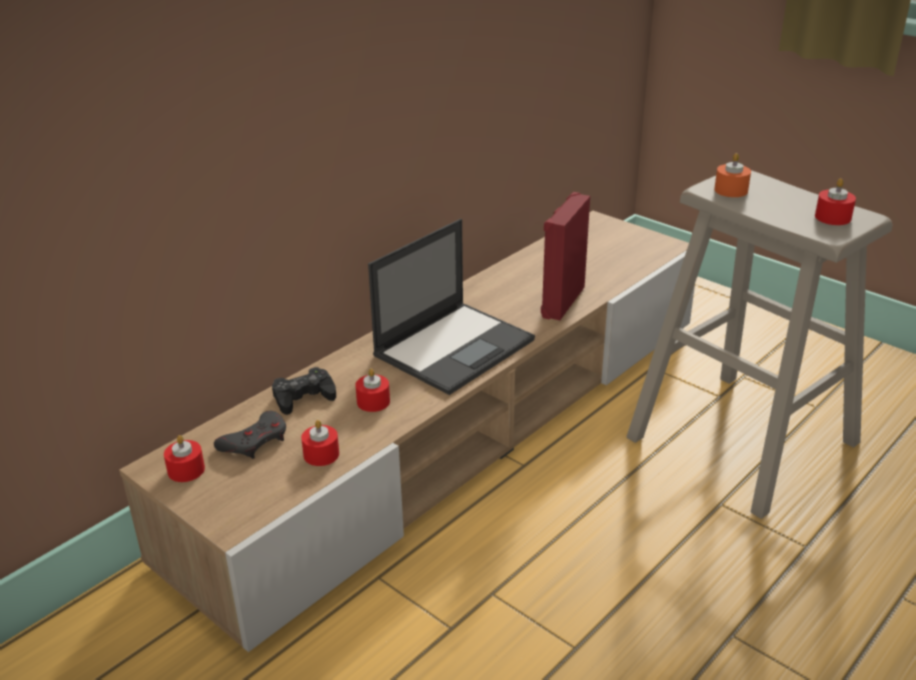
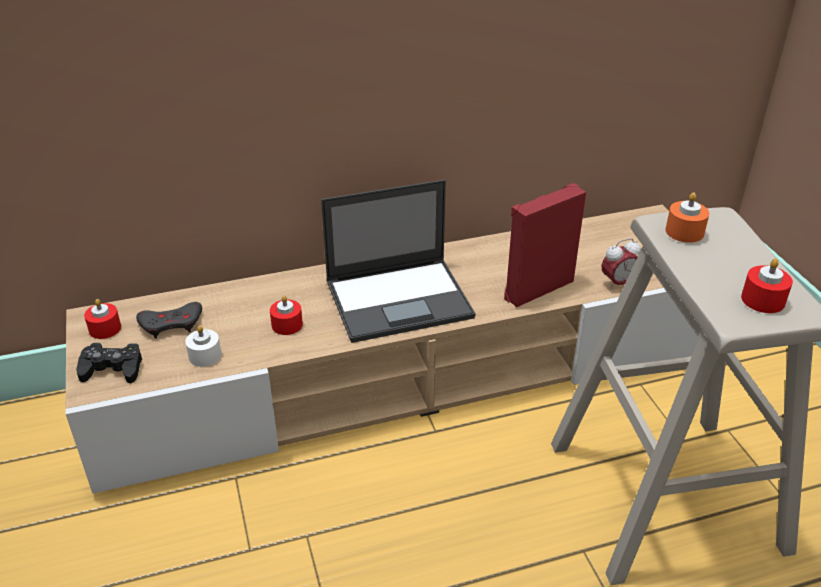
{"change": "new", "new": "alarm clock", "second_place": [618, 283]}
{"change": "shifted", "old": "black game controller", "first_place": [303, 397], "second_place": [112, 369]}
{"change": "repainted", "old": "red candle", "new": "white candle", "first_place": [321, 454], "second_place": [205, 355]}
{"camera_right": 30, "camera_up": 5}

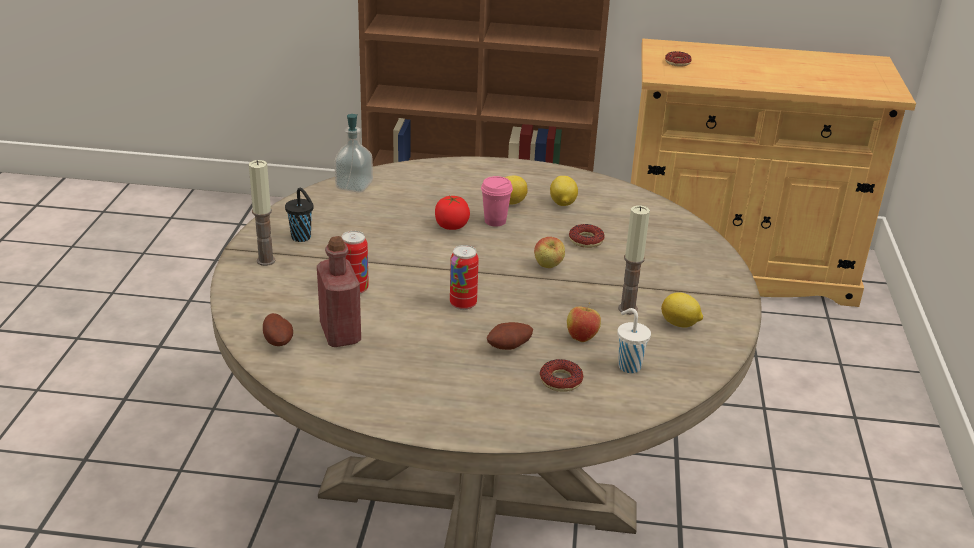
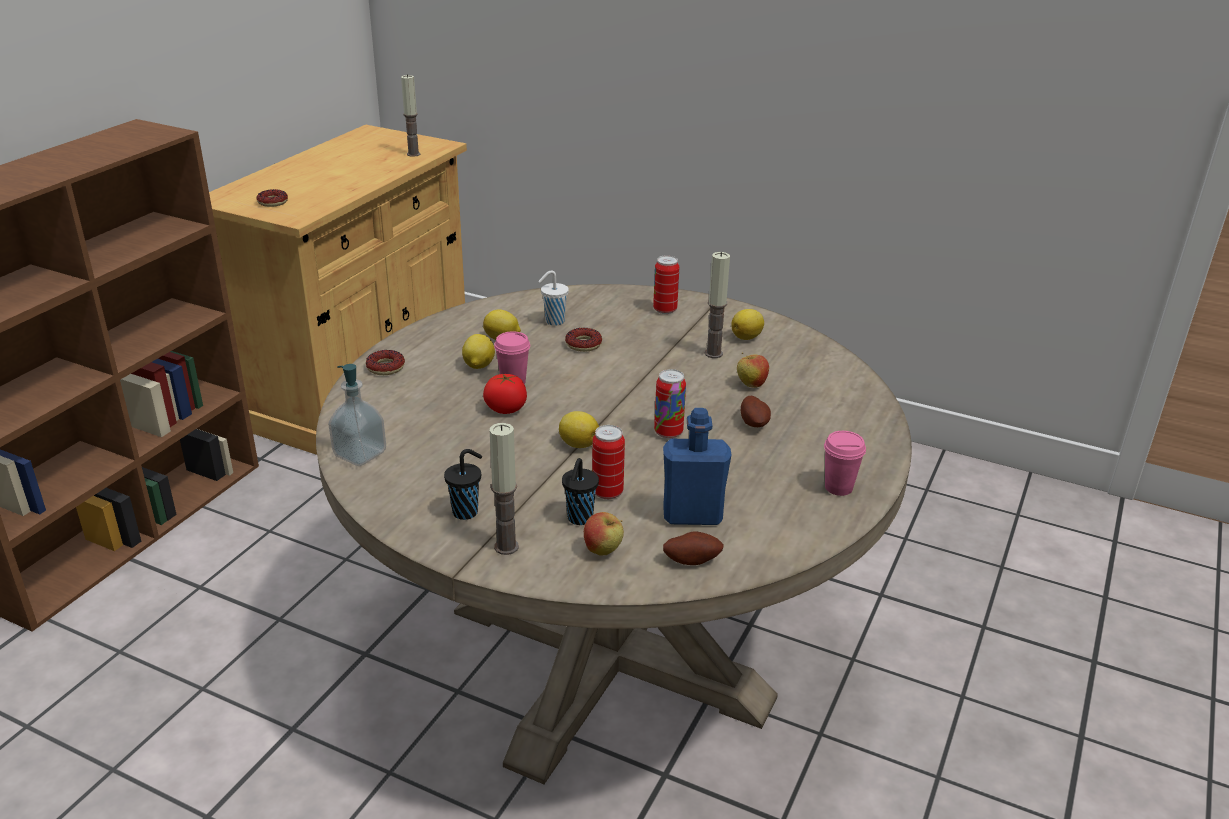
{"change": "new", "new": "candle", "second_place": [413, 154]}
{"change": "new", "new": "lemon", "second_place": [577, 444]}
{"change": "new", "new": "black cup", "second_place": [579, 519]}
{"change": "new", "new": "can", "second_place": [665, 310]}
{"change": "new", "new": "pink cup", "second_place": [838, 487]}
{"change": "shifted", "old": "apple", "first_place": [548, 267], "second_place": [603, 551]}
{"change": "shifted", "old": "donut", "first_place": [560, 380], "second_place": [385, 367]}
{"change": "shifted", "old": "white cup", "first_place": [628, 366], "second_place": [553, 321]}
{"change": "repainted", "old": "red bottle", "new": "blue bottle", "first_place": [340, 333], "second_place": [692, 516]}
{"camera_right": -70, "camera_up": 0}

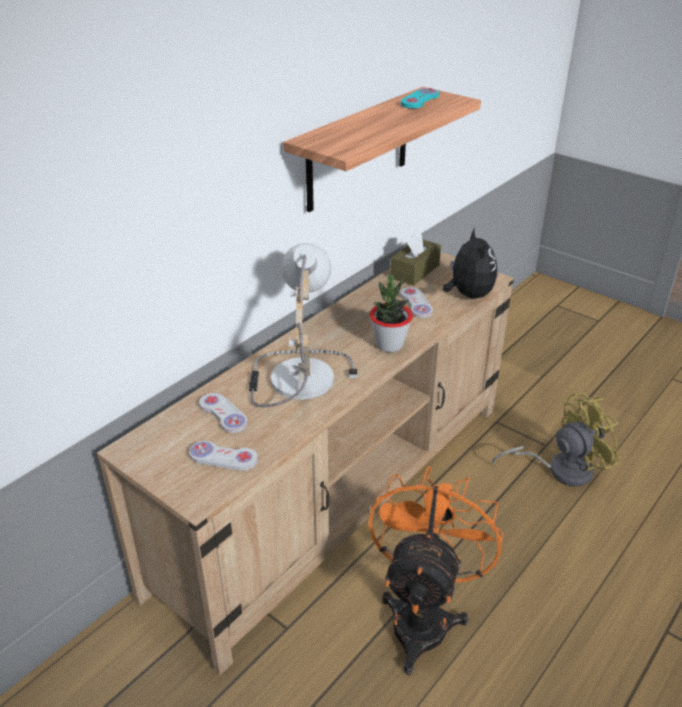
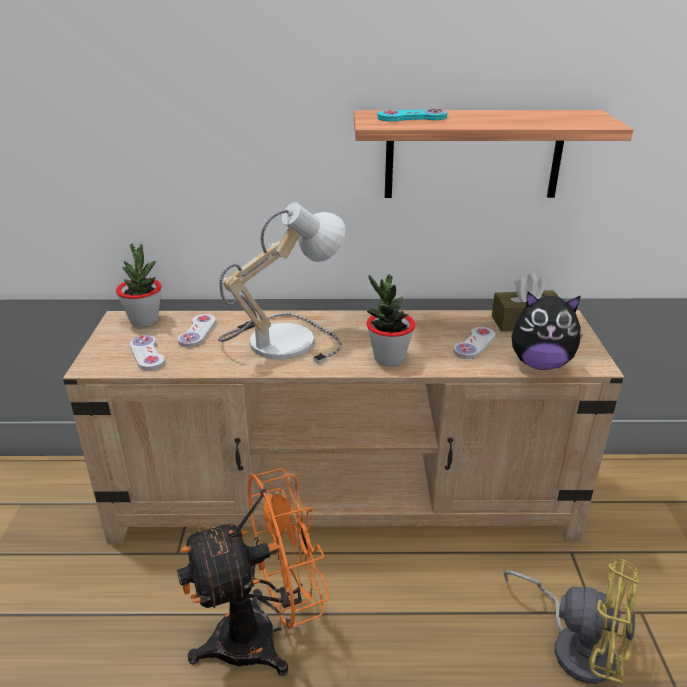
{"change": "new", "new": "potted plant", "second_place": [144, 321]}
{"change": "shifted", "old": "turquoise game controller", "first_place": [419, 100], "second_place": [412, 118]}
{"change": "rotated", "old": "plush toy", "first_place": [468, 295], "second_place": [540, 364], "degrees": 60}
{"camera_right": 50, "camera_up": -5}

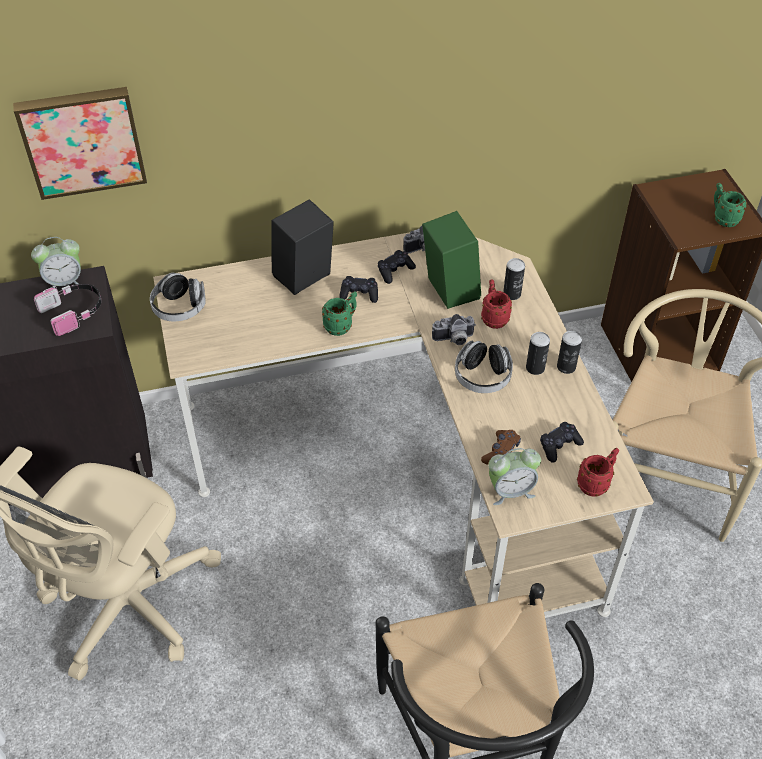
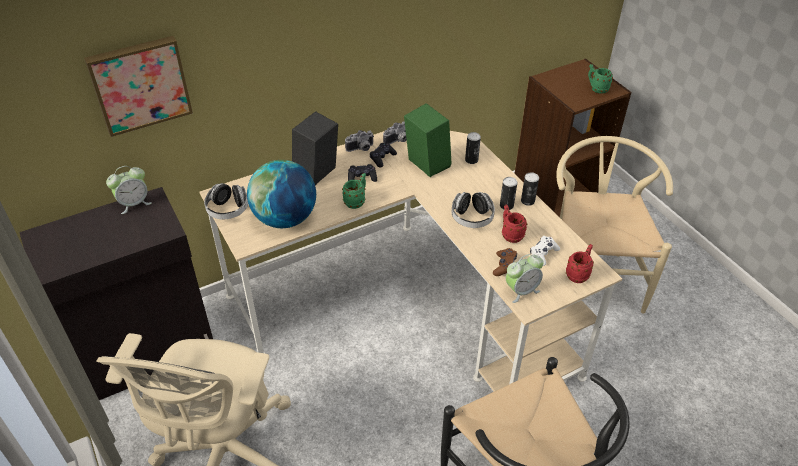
{"change": "gone", "old": "headphones", "first_place": [74, 312]}
{"change": "new", "new": "globe", "second_place": [285, 219]}
{"change": "shifted", "old": "photo camera", "first_place": [454, 340], "second_place": [361, 149]}
{"change": "shifted", "old": "red mug", "first_place": [493, 317], "second_place": [510, 234]}
{"change": "repainted", "old": "black game controller", "new": "white game controller", "first_place": [559, 445], "second_place": [543, 254]}
{"camera_right": -15, "camera_up": -5}

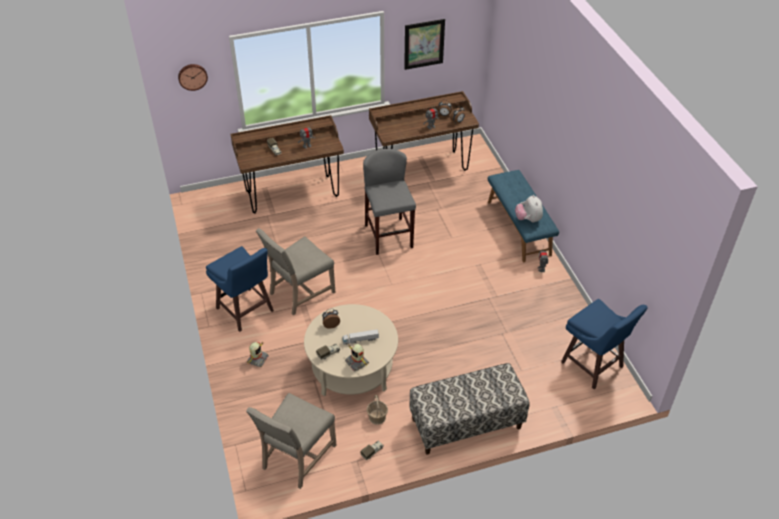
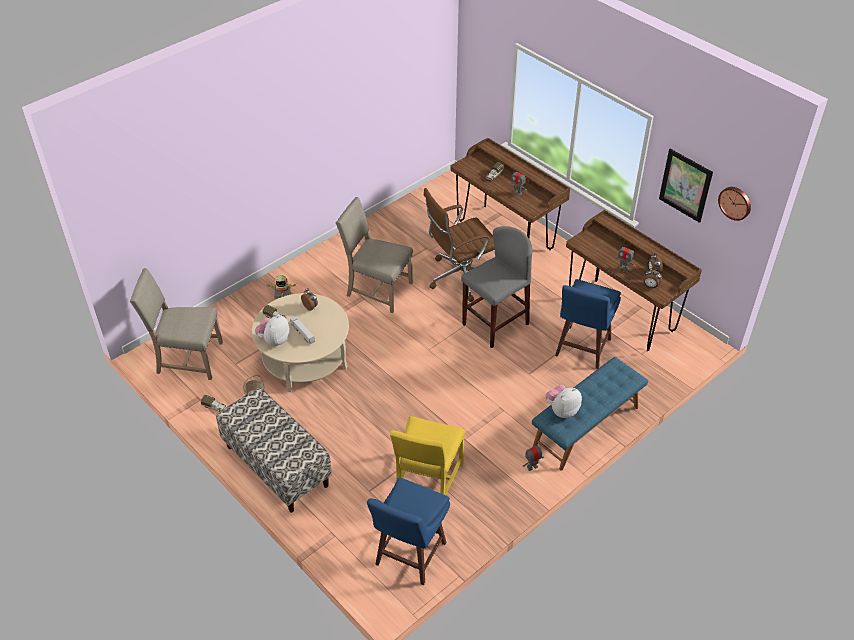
{"change": "new", "new": "yellow chair", "second_place": [427, 483]}
{"change": "new", "new": "brown office chair", "second_place": [460, 277]}
{"change": "shifted", "old": "wall clock", "first_place": [192, 76], "second_place": [735, 202]}
{"change": "shifted", "old": "blue stool", "first_place": [245, 311], "second_place": [582, 348]}
{"change": "swapped", "old": "toy robot", "new": "plush toy", "first_place": [357, 362], "second_place": [274, 340]}
{"camera_right": 65, "camera_up": 0}

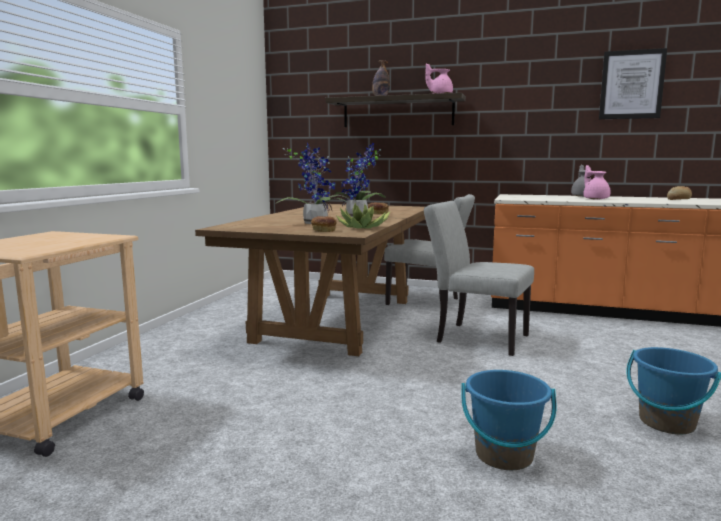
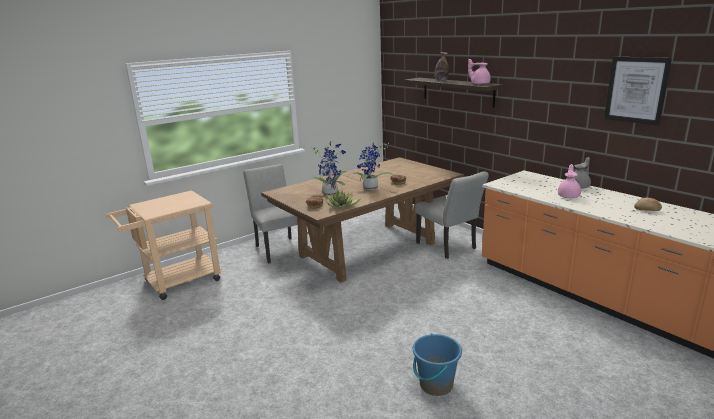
{"change": "gone", "old": "blue bucket", "first_place": [504, 456]}
{"change": "shifted", "old": "grey chair", "first_place": [475, 337], "second_place": [279, 248]}
{"camera_right": 35, "camera_up": 10}

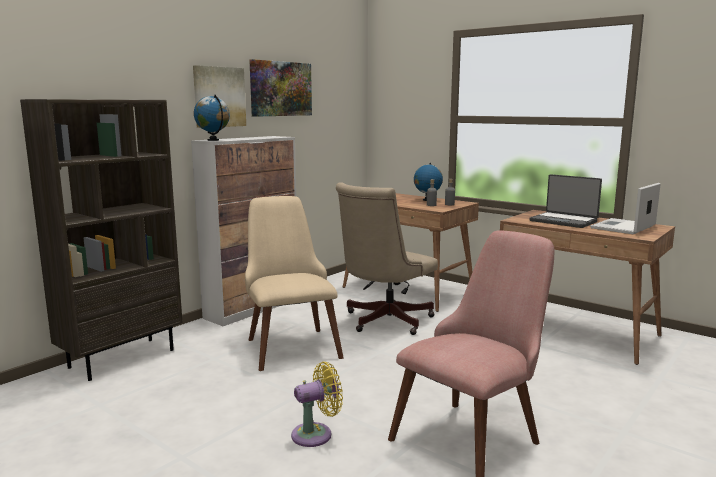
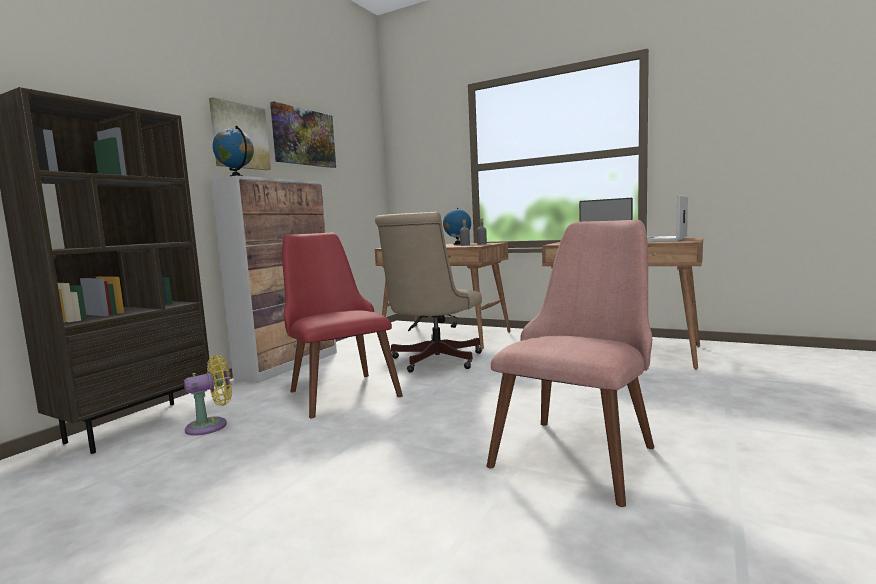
{"change": "shifted", "old": "yellow fan", "first_place": [316, 434], "second_place": [211, 426]}
{"change": "repainted", "old": "beige chair", "new": "red chair", "first_place": [289, 343], "second_place": [338, 390]}
{"camera_right": -10, "camera_up": -5}

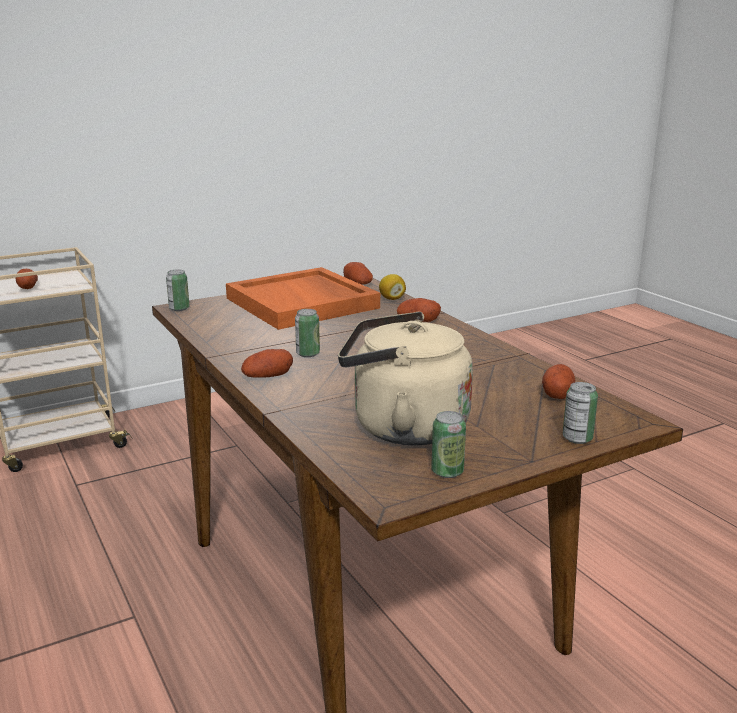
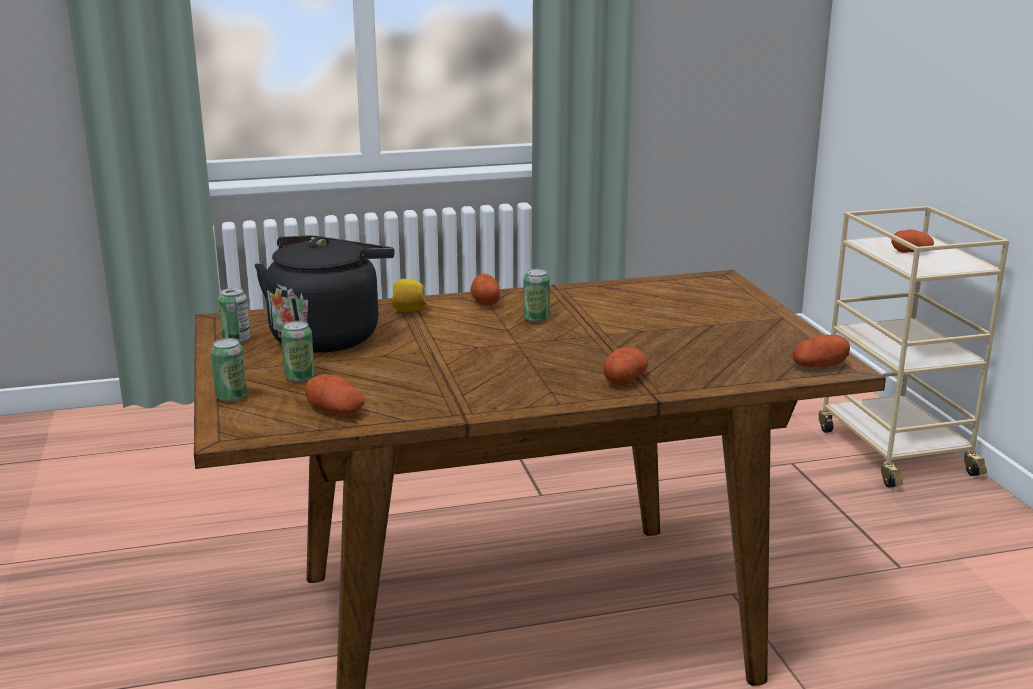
{"change": "gone", "old": "orange tray", "first_place": [303, 303]}
{"change": "shifted", "old": "can", "first_place": [179, 308], "second_place": [299, 377]}
{"change": "shifted", "old": "lemon", "first_place": [391, 298], "second_place": [408, 310]}
{"change": "repainted", "old": "beige kettle", "new": "black kettle", "first_place": [402, 427], "second_place": [328, 336]}
{"camera_right": 105, "camera_up": 0}

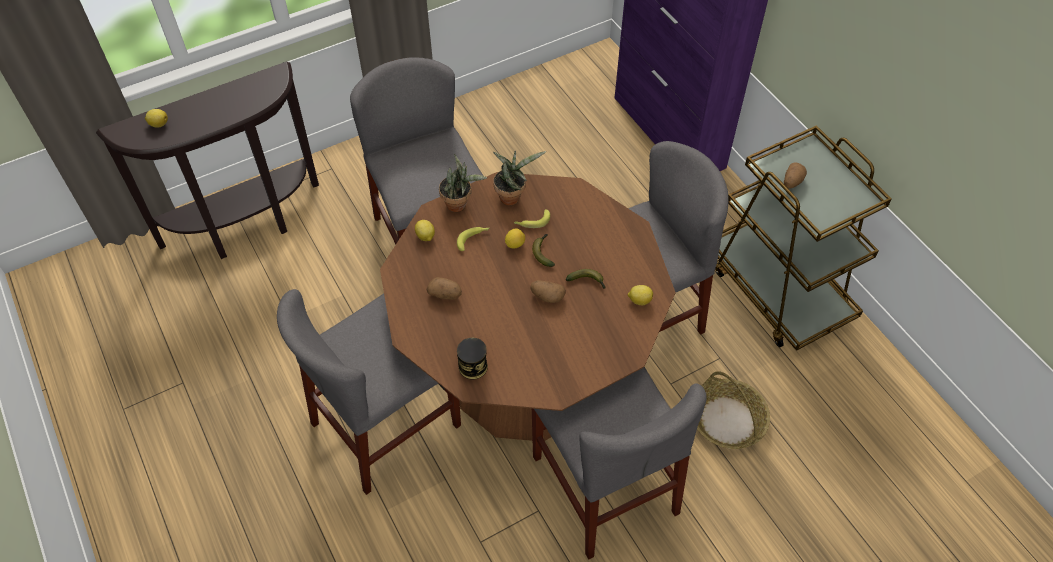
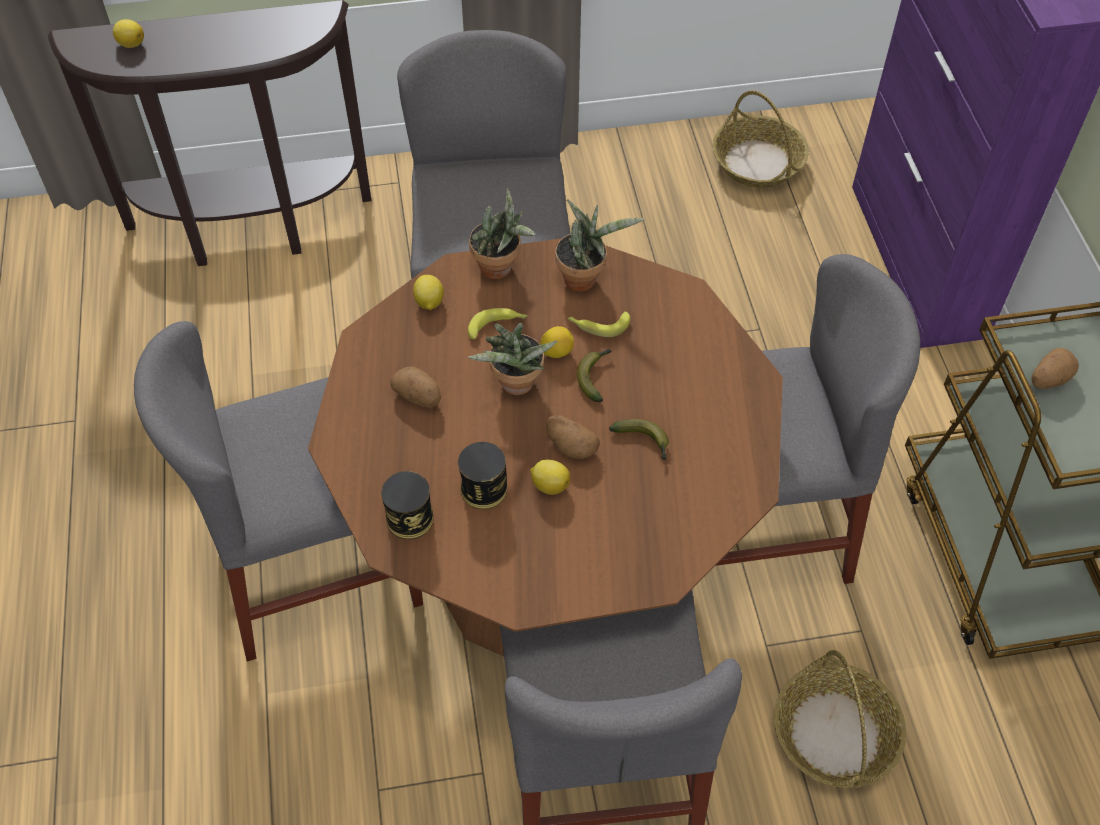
{"change": "new", "new": "can", "second_place": [484, 489]}
{"change": "new", "new": "potted plant", "second_place": [515, 387]}
{"change": "new", "new": "basket", "second_place": [758, 163]}
{"change": "shifted", "old": "lemon", "first_place": [639, 300], "second_place": [549, 485]}
{"camera_right": 20, "camera_up": 0}

